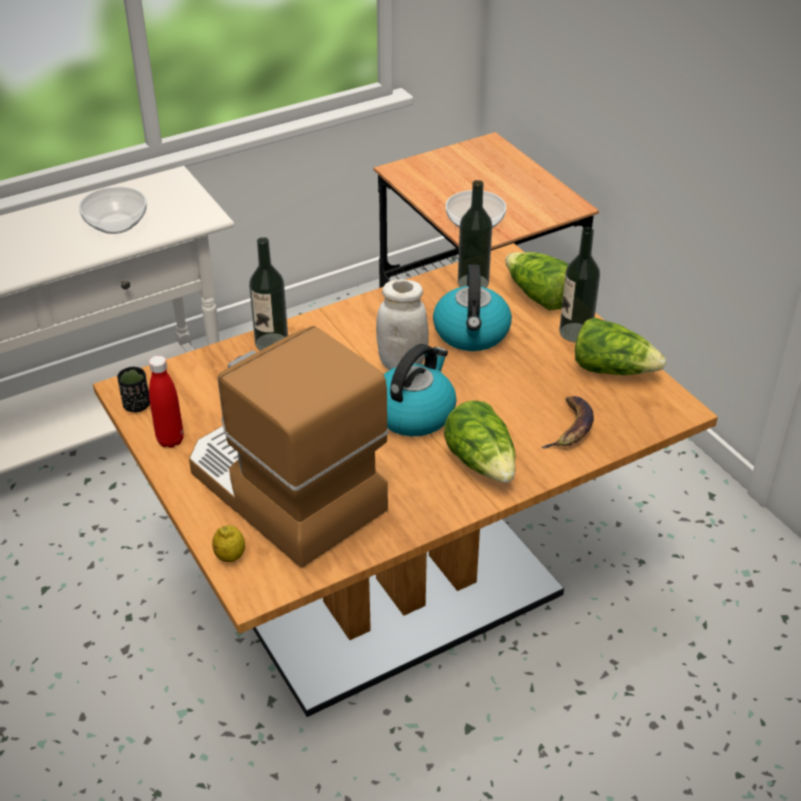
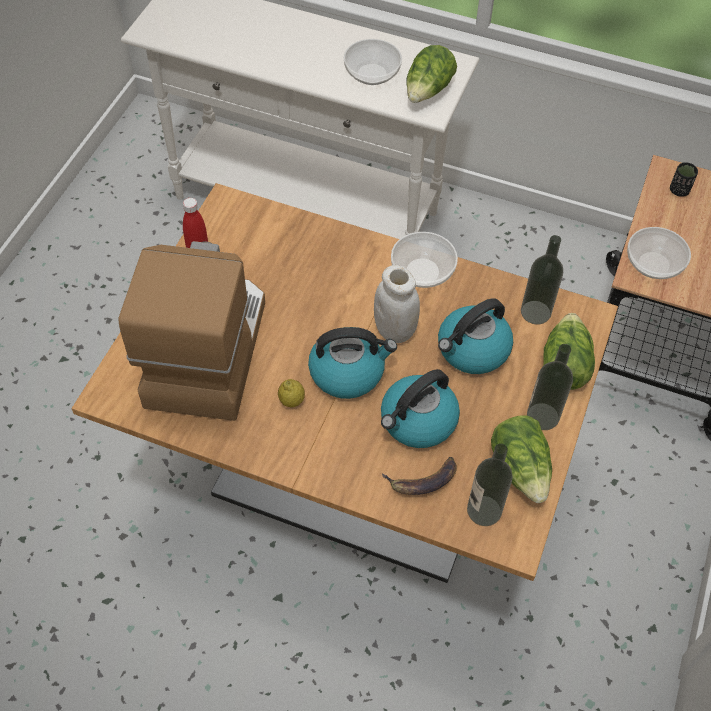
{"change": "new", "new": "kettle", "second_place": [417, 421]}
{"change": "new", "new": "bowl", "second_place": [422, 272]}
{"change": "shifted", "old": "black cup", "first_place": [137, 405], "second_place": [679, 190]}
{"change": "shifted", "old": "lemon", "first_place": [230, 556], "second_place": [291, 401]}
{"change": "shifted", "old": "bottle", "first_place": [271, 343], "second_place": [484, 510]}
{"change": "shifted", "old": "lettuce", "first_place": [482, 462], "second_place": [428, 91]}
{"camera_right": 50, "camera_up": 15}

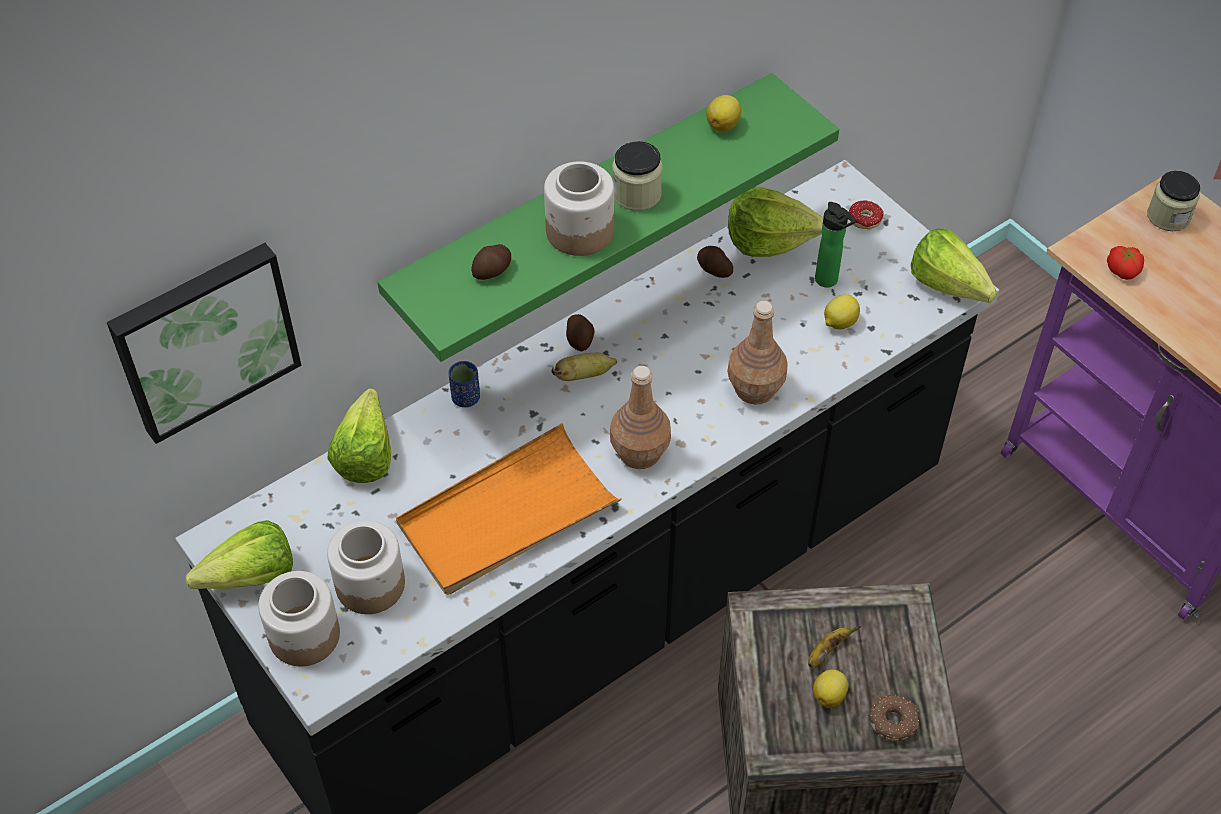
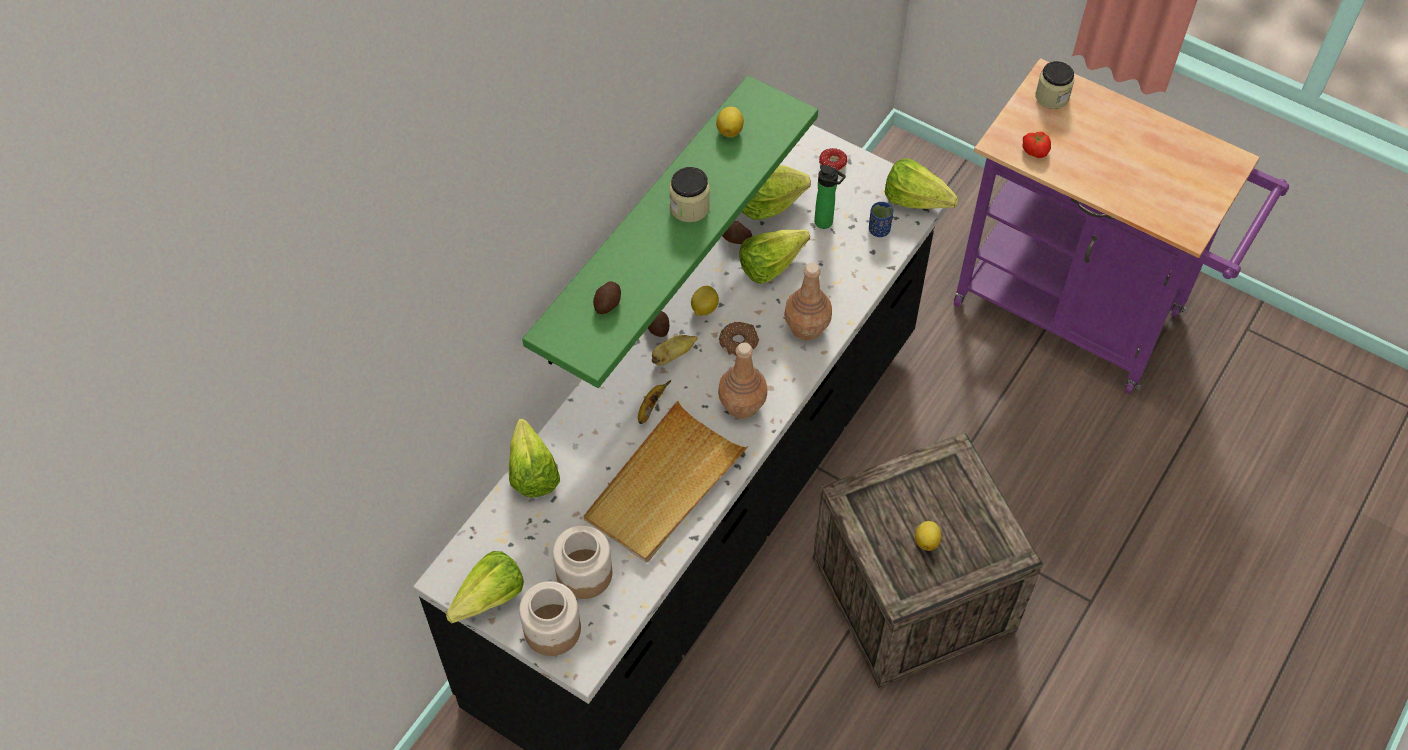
{"change": "gone", "old": "picture", "first_place": [204, 338]}
{"change": "gone", "old": "jar", "first_place": [579, 232]}
{"change": "new", "new": "lettuce", "second_place": [777, 264]}
{"change": "shifted", "old": "blue cup", "first_place": [466, 398], "second_place": [879, 230]}
{"change": "shifted", "old": "banana", "first_place": [827, 650], "second_place": [650, 407]}
{"change": "shifted", "old": "lemon", "first_place": [839, 323], "second_place": [704, 308]}
{"change": "shifted", "old": "donut", "first_place": [894, 721], "second_place": [739, 342]}
{"change": "repainted", "old": "orange tray", "new": "beige tray", "first_place": [507, 516], "second_place": [664, 486]}
{"camera_right": -20, "camera_up": 5}

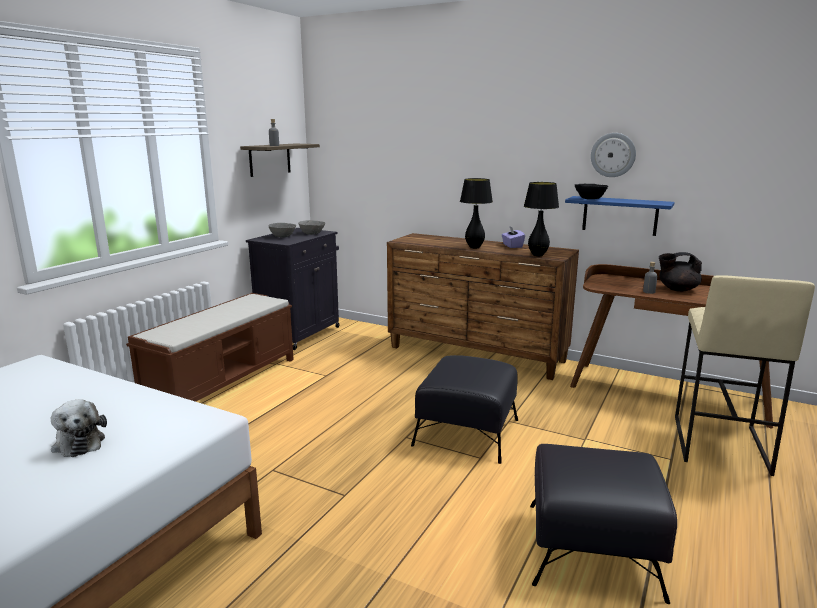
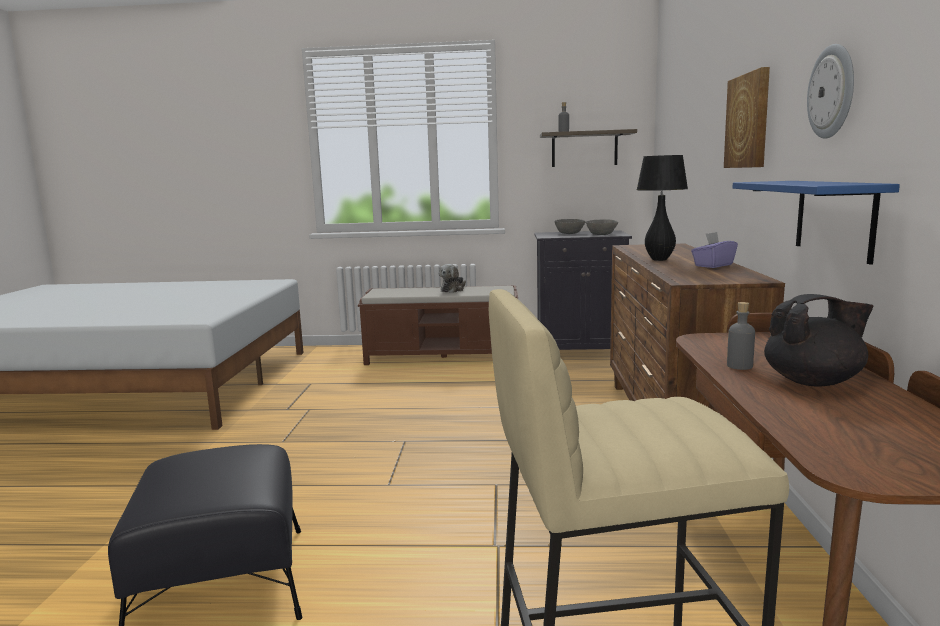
{"change": "gone", "old": "black ottoman", "first_place": [466, 432]}
{"change": "gone", "old": "black table lamp", "first_place": [538, 255]}
{"change": "gone", "old": "black bowl", "first_place": [590, 198]}
{"change": "new", "new": "picture", "second_place": [749, 121]}
{"change": "shifted", "old": "plush toy", "first_place": [78, 442], "second_place": [453, 290]}
{"change": "rotated", "old": "black teapot", "first_place": [677, 289], "second_place": [813, 382], "degrees": 105}
{"camera_right": 65, "camera_up": -5}

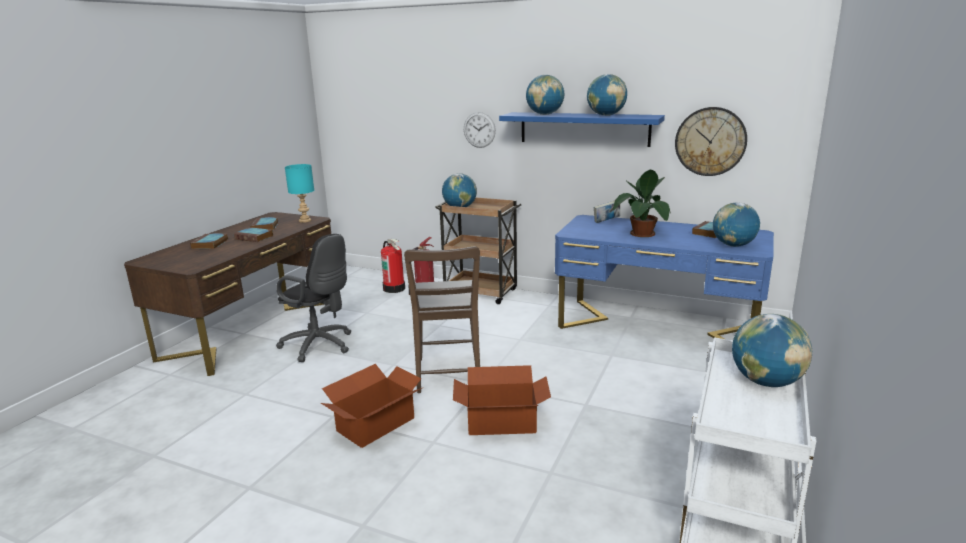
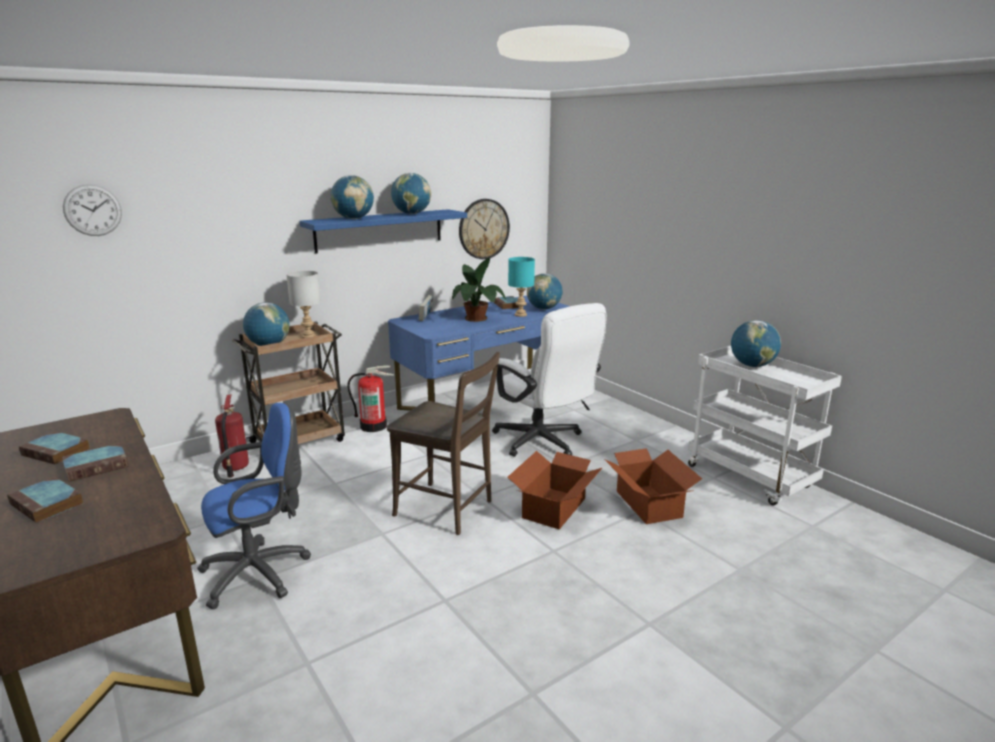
{"change": "new", "new": "grey table lamp", "second_place": [309, 336]}
{"change": "new", "new": "white office chair", "second_place": [543, 443]}
{"change": "shifted", "old": "turquoise table lamp", "first_place": [304, 220], "second_place": [520, 315]}
{"change": "shifted", "old": "cardboard box", "first_place": [374, 424], "second_place": [648, 504]}
{"change": "shifted", "old": "fire extinguisher", "first_place": [394, 288], "second_place": [374, 426]}
{"change": "shifted", "old": "wall clock", "first_place": [479, 130], "second_place": [92, 210]}
{"change": "repainted", "old": "black office chair", "new": "blue office chair", "first_place": [320, 346], "second_place": [261, 572]}
{"camera_right": -60, "camera_up": 0}

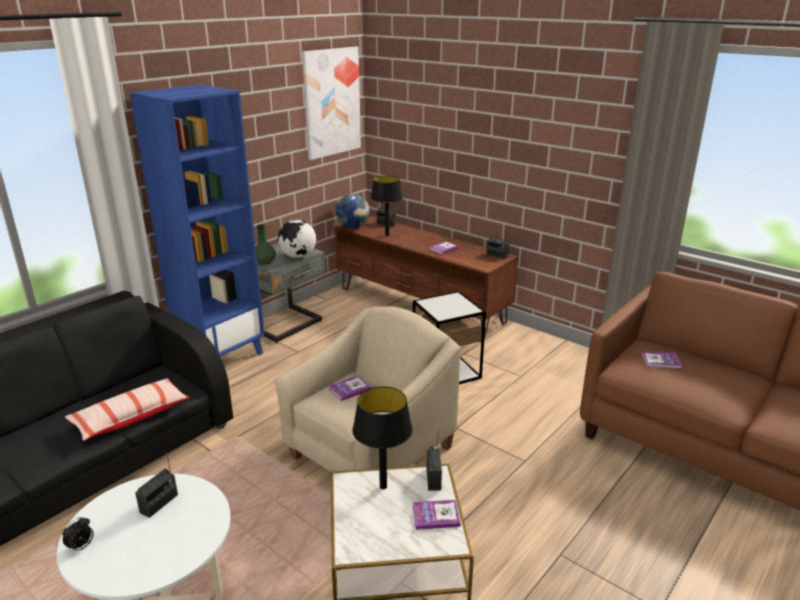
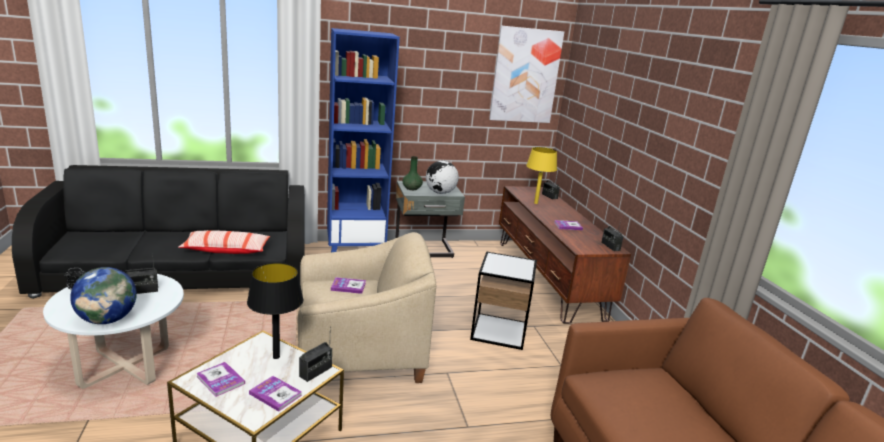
{"change": "shifted", "old": "globe", "first_place": [353, 227], "second_place": [107, 320]}
{"change": "shifted", "old": "book", "first_place": [661, 361], "second_place": [220, 380]}
{"change": "repainted", "old": "black table lamp", "new": "yellow table lamp", "first_place": [387, 235], "second_place": [535, 203]}
{"camera_right": 35, "camera_up": -5}

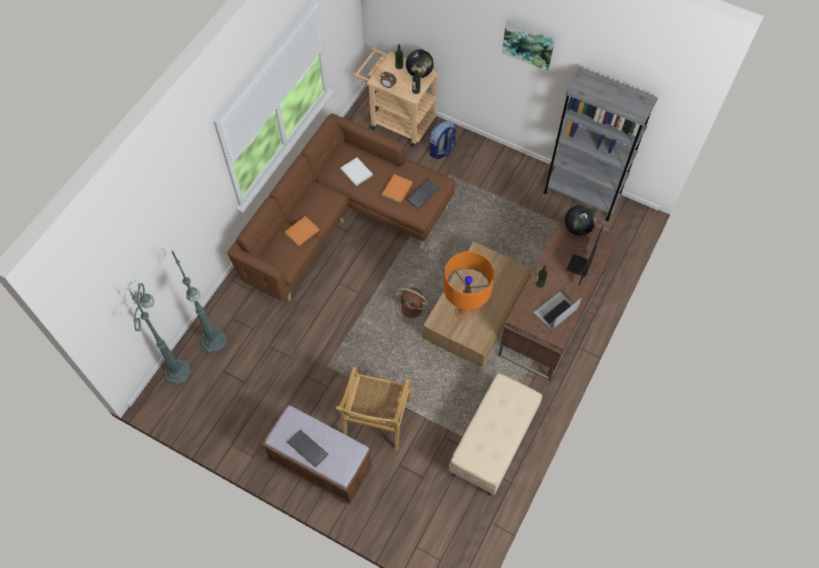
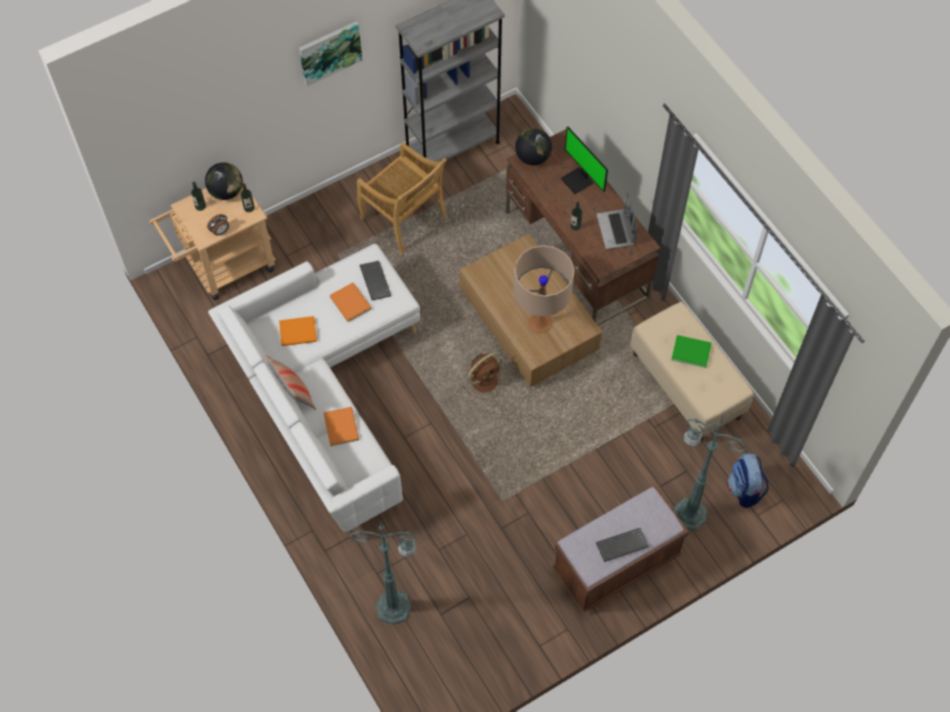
{"change": "new", "new": "pillow", "second_place": [294, 394]}
{"change": "new", "new": "green book", "second_place": [690, 350]}
{"change": "shifted", "old": "green floor lamp", "first_place": [177, 370], "second_place": [688, 513]}
{"change": "shifted", "old": "beige chair", "first_place": [376, 420], "second_place": [404, 218]}
{"change": "shifted", "old": "backpack", "first_place": [442, 150], "second_place": [744, 489]}
{"change": "repainted", "old": "brown sofa", "new": "white sofa", "first_place": [343, 222], "second_place": [326, 393]}
{"change": "repainted", "old": "white book", "new": "orange book", "first_place": [356, 173], "second_place": [299, 332]}
{"change": "repainted", "old": "orange table lamp", "new": "beige table lamp", "first_place": [464, 311], "second_place": [540, 322]}
{"camera_right": -60, "camera_up": 0}

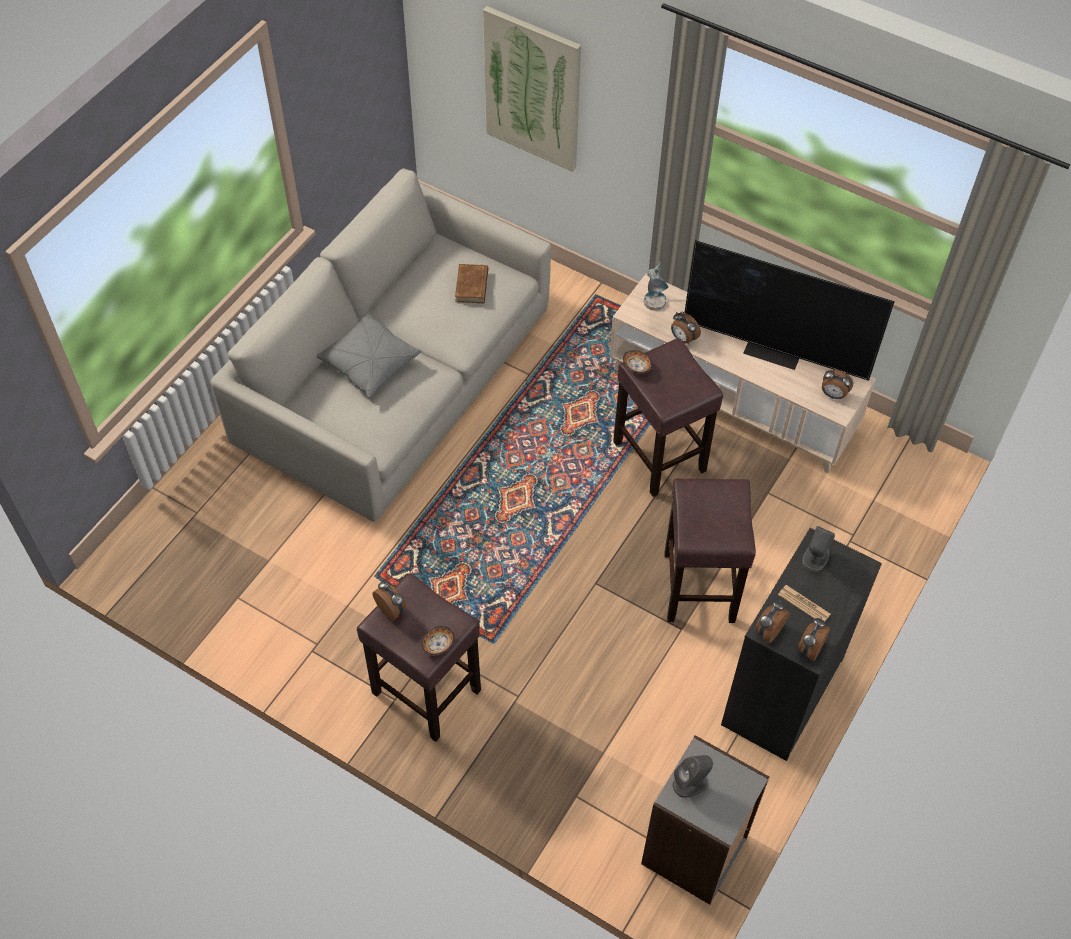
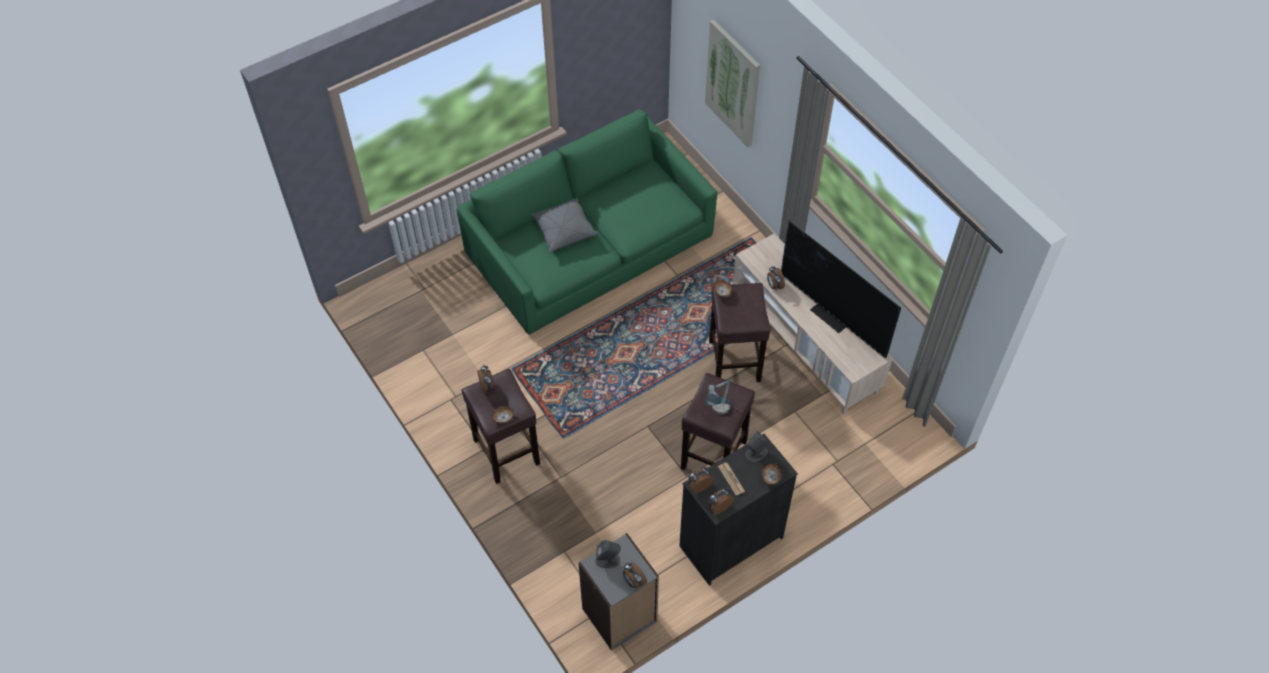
{"change": "gone", "old": "brown book", "first_place": [472, 286]}
{"change": "new", "new": "bowl", "second_place": [771, 476]}
{"change": "shifted", "old": "table lamp", "first_place": [654, 310], "second_place": [717, 412]}
{"change": "shifted", "old": "alarm clock", "first_place": [833, 395], "second_place": [633, 581]}
{"change": "repainted", "old": "grey sofa", "new": "green sofa", "first_place": [394, 374], "second_place": [589, 244]}
{"camera_right": 25, "camera_up": 0}

